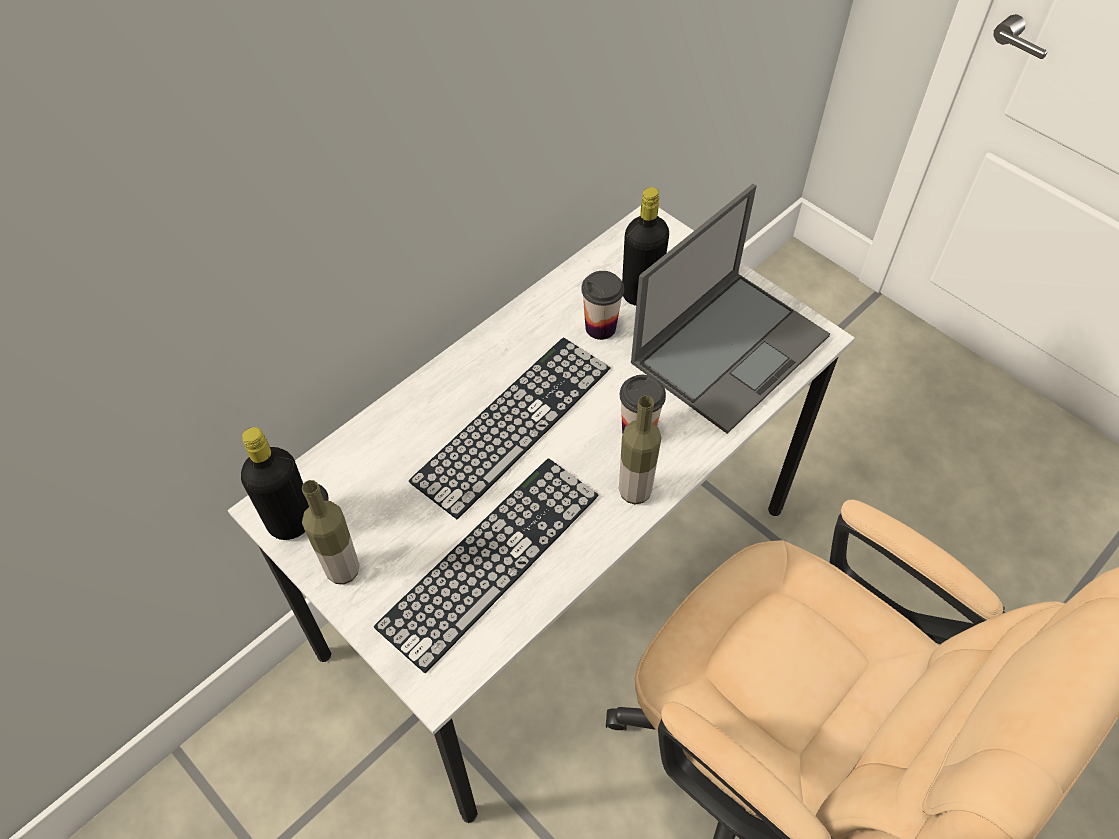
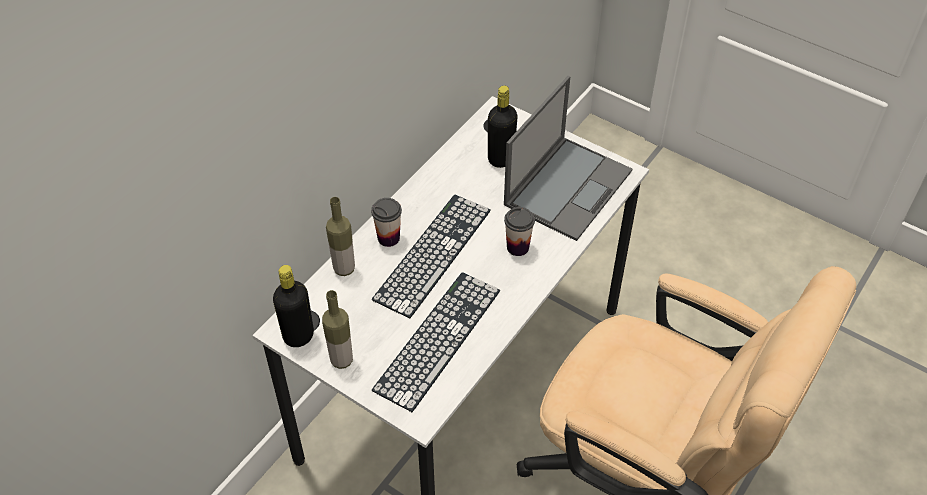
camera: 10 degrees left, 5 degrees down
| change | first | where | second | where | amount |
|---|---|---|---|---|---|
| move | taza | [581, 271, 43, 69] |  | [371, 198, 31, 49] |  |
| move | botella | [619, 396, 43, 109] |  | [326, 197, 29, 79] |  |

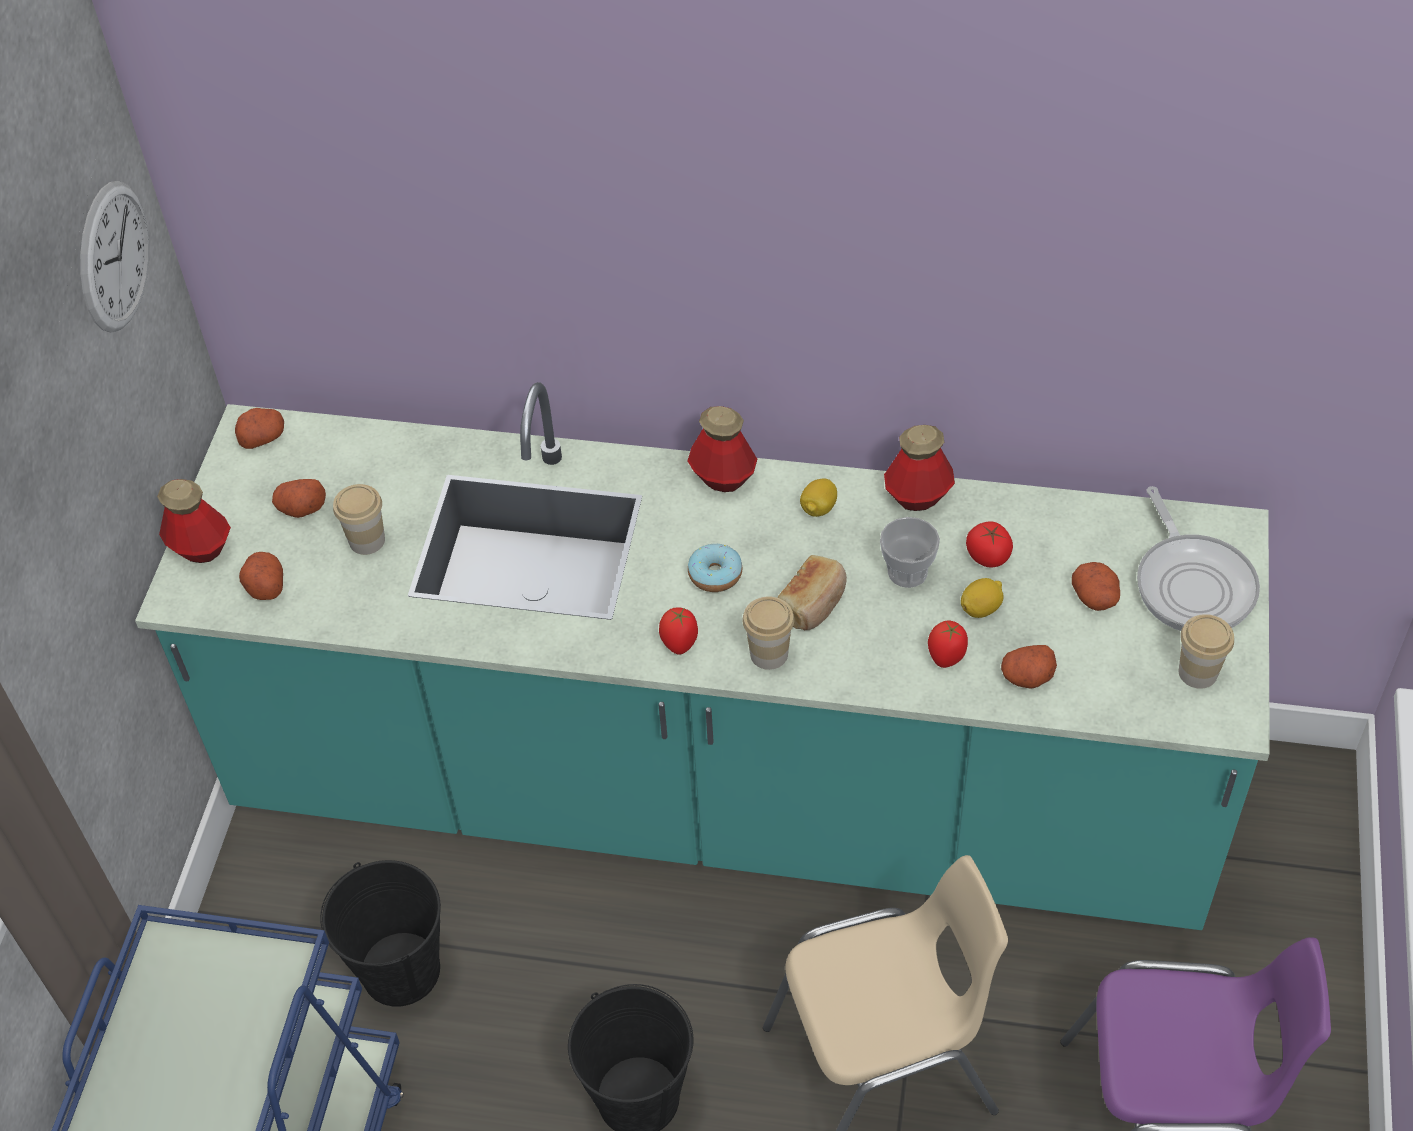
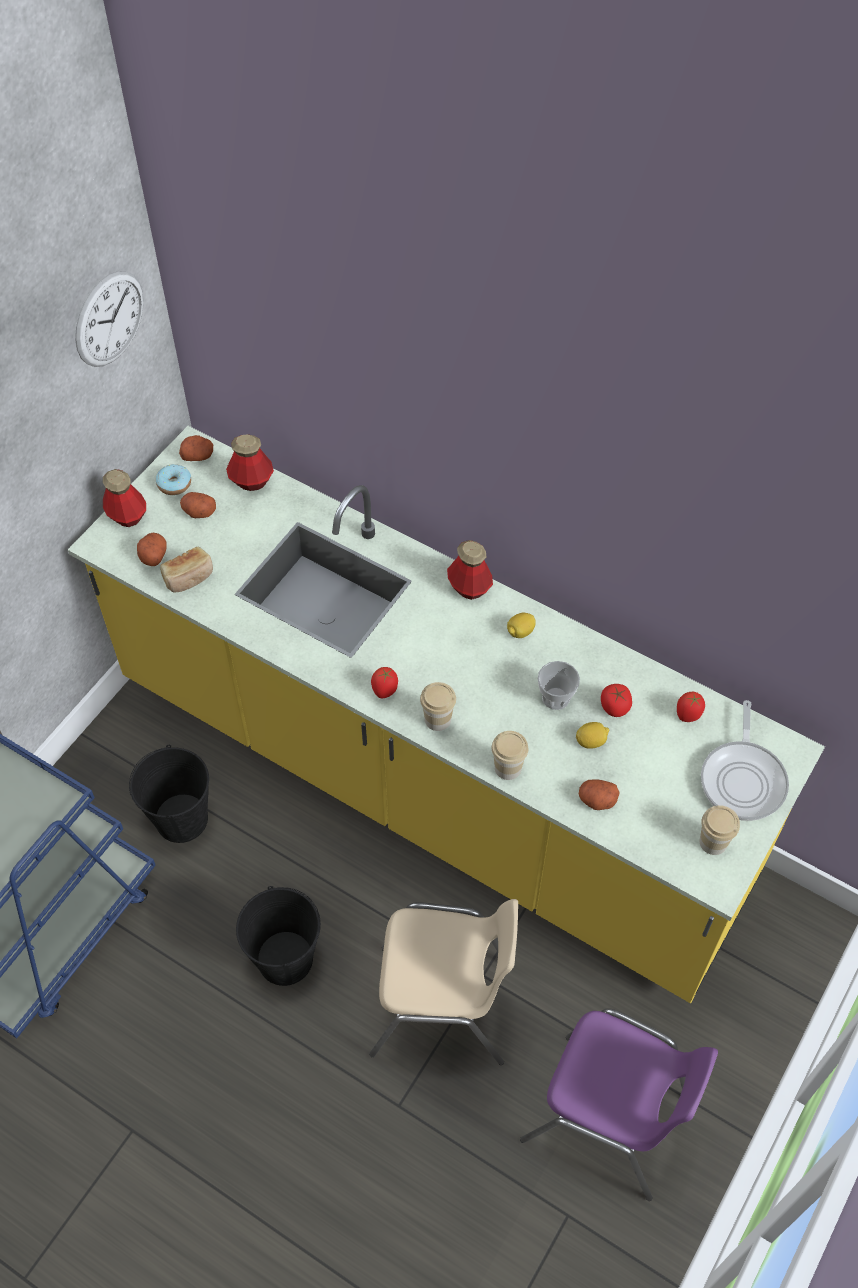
camera: 20 degrees right, 5 degrees up
| change | first | where | second | where | amount |
|---|---|---|---|---|---|
| recolor | mueble bajo de cocina (turquesa) | [135, 382, 1135, 548] | mueble bajo de cocina (amarillo) | [68, 426, 757, 577] |  |
| move | taza | [333, 484, 52, 71] |  | [492, 731, 36, 49] |  |
| move | rosquilla | [688, 544, 54, 48] |  | [156, 464, 35, 31] |  |
| move | pan | [777, 555, 70, 75] |  | [160, 547, 53, 45] |  |
| move | botella | [884, 425, 71, 86] |  | [226, 434, 48, 57] |  |
| move | tomate | [928, 621, 40, 47] |  | [677, 692, 28, 30] |  |
| delete | patata | [1072, 562, 48, 49] |  |  |  |

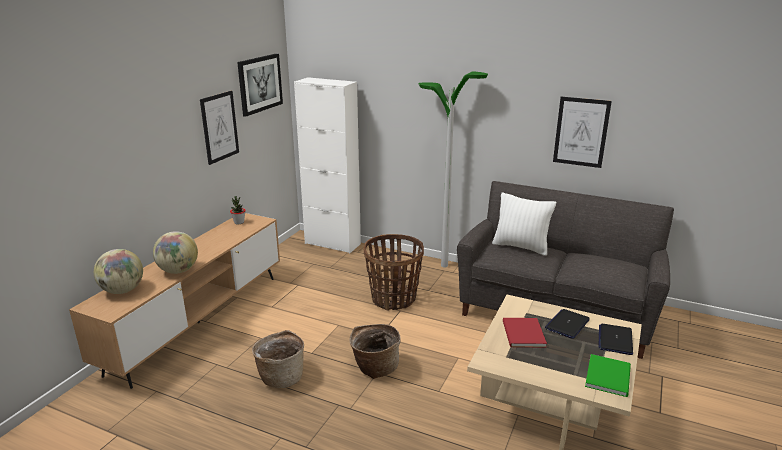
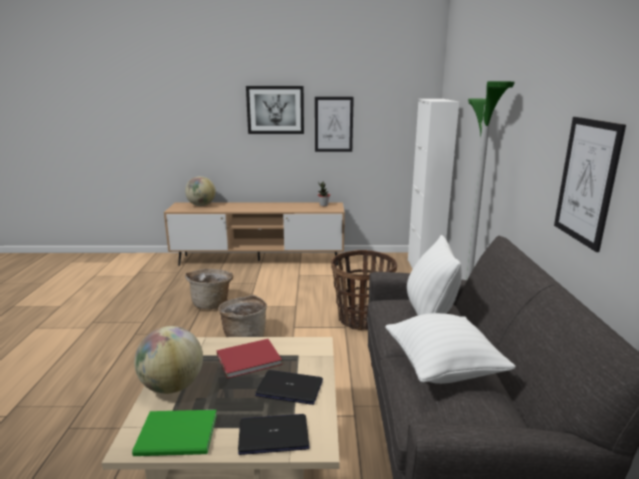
camera: 65 degrees right, 5 degrees down
| change | first | where | second | where | amount |
|---|---|---|---|---|---|
| move | globo terráqueo | [153, 231, 45, 43] |  | [134, 326, 69, 68] |  |
| move | cuadro | [237, 53, 46, 64] |  | [246, 86, 58, 48] |  |
| insert |  |  | cojín (blanco) | [385, 313, 131, 71] |  |

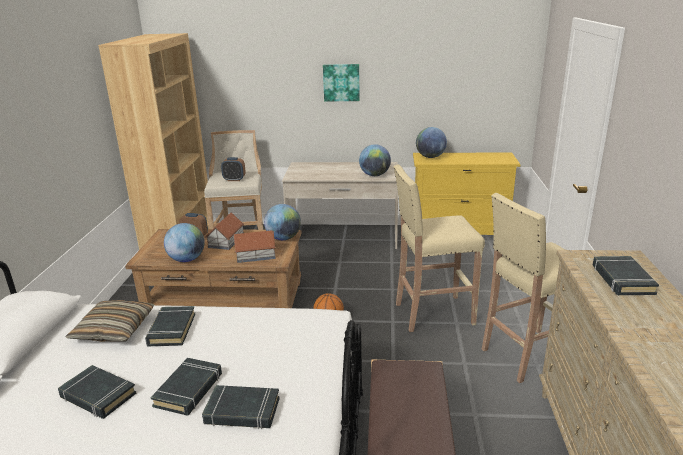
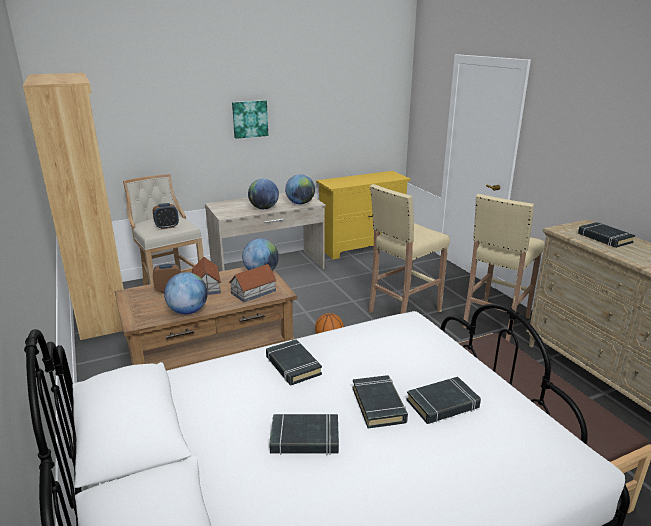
camera: 30 degrees left, 0 degrees up
| change | first | where | second | where | amount |
|---|---|---|---|---|---|
| delete | cojín | [66, 300, 88, 42] |  |  |  |
| move | globo terráqueo | [416, 127, 31, 31] |  | [248, 179, 31, 30] |  |

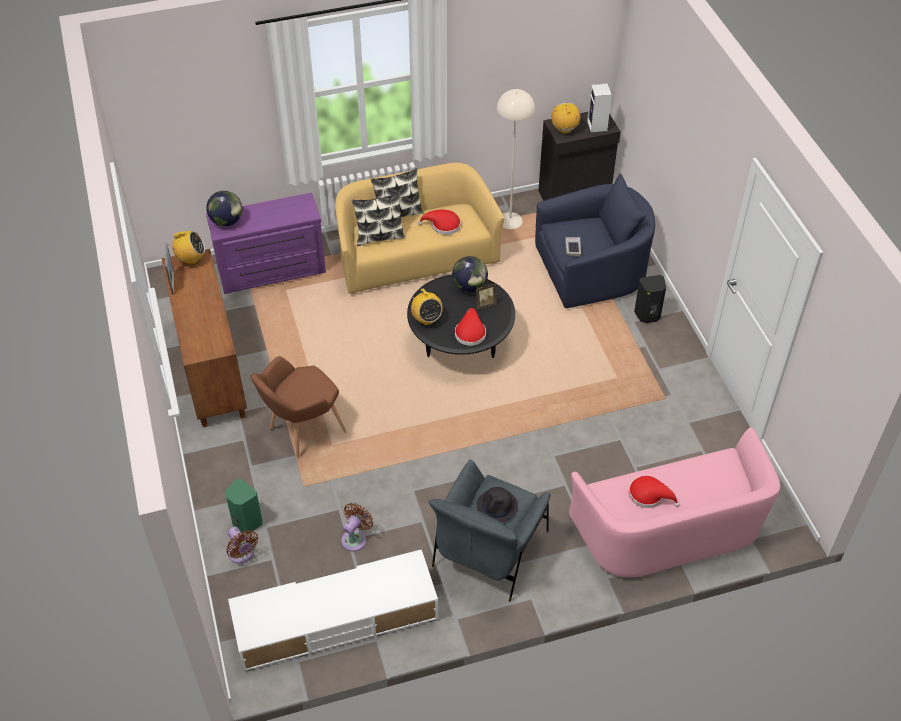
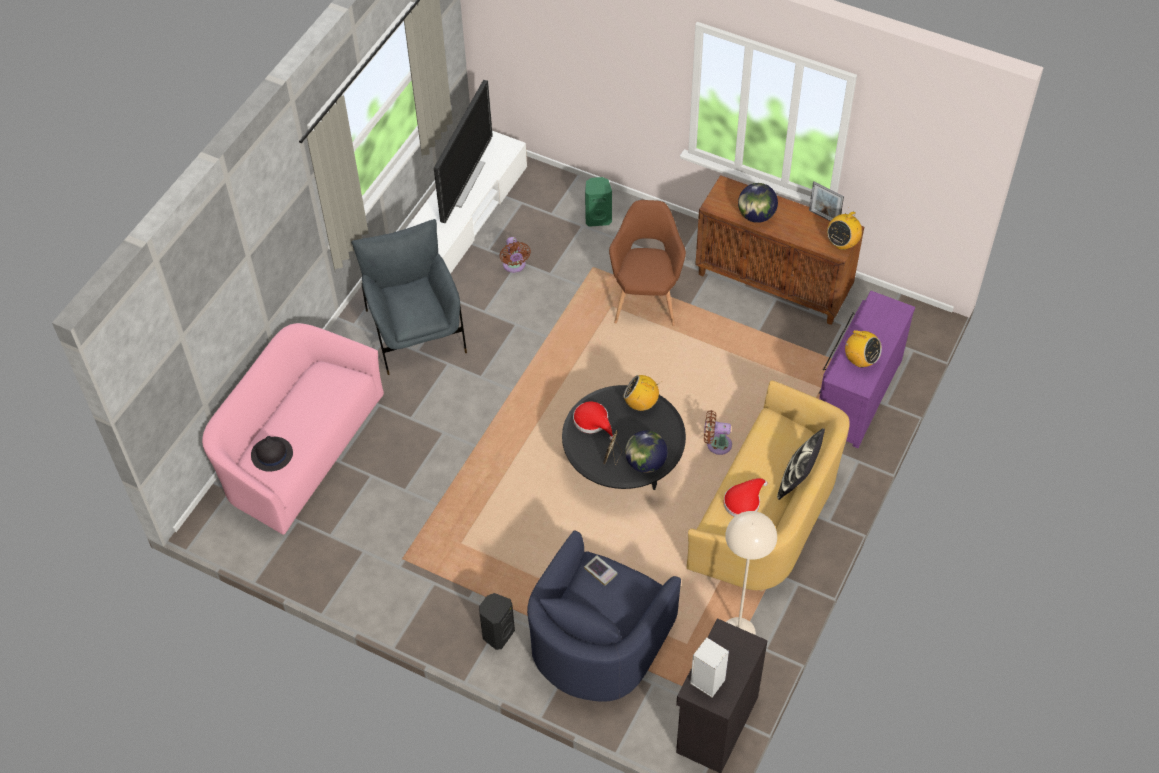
camera: 135 degrees right, 5 degrees up
| change | first | where | second | where | amount |
|---|---|---|---|---|---|
| move | globo terráqueo | [206, 191, 36, 35] |  | [738, 183, 40, 40] |  |
| move | ventilador (marrón) | [226, 527, 32, 37] |  | [704, 410, 28, 45] |  |
| delete | cojín | [352, 192, 54, 54] |  |  |  |
| move | sombrero (negro) | [476, 487, 42, 36] |  | [251, 436, 42, 36] |  |
| move | radio | [551, 103, 30, 31] |  | [844, 330, 38, 37] |  |
| delete | sombrero (rojo) | [629, 476, 50, 32] |  |  |  |
| insert |  |  | televisor | [434, 80, 59, 143] |  |

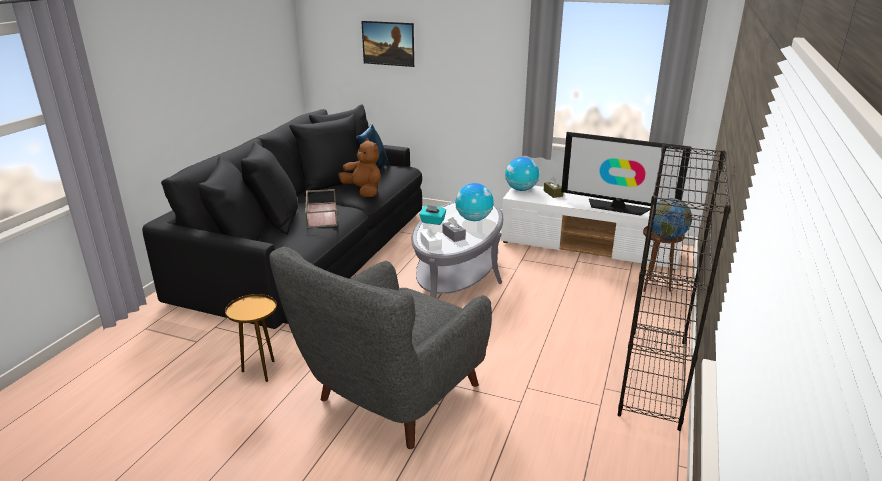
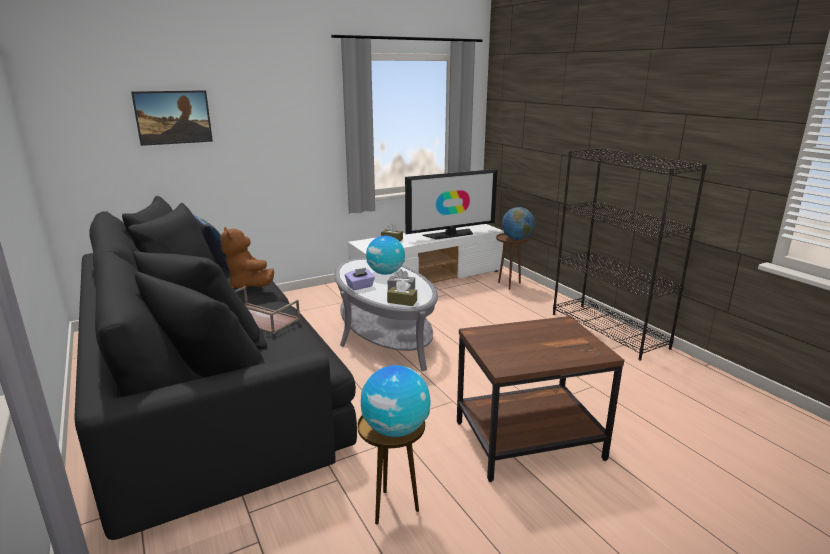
camera: 50 degrees left, 5 degrees down
| change | first | where | second | where | amount |
|---|---|---|---|---|---|
| replace | sillón (gris) | [269, 247, 223, 202] | mesa auxiliar (marrón) | [457, 316, 167, 166] |  |
| rotate | peluche (marrón) | [338, 138, 43, 59] |  | [220, 227, 54, 62] | 120 degrees counterclockwise |
| recolor | caja de pañuelos (turquesa) | [419, 205, 27, 20] | caja de pañuelos (morado) | [345, 268, 30, 22] |  |
| recolor | caja de pañuelos (blanco) | [421, 225, 21, 26] | caja de pañuelos (marrón) | [387, 280, 30, 26] |  |
| move | globo terráqueo | [505, 157, 34, 34] |  | [361, 365, 70, 72] |  |

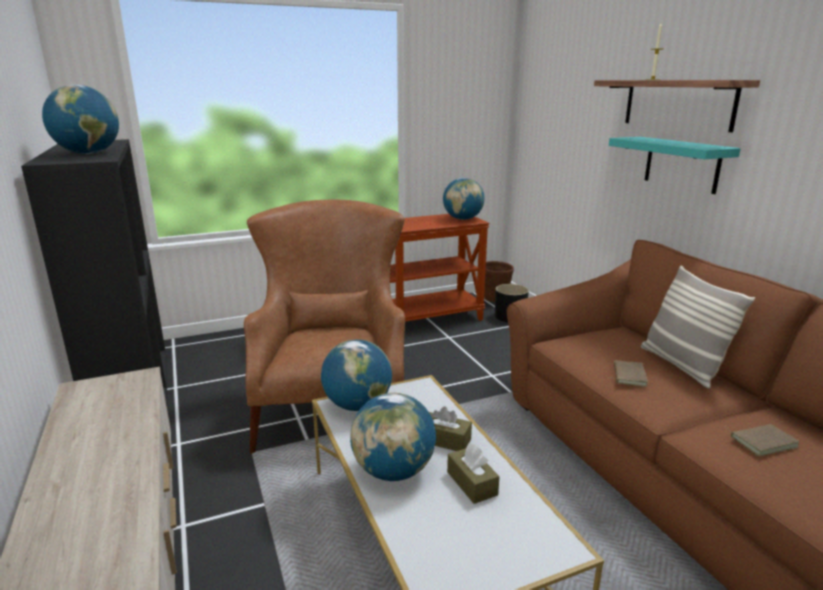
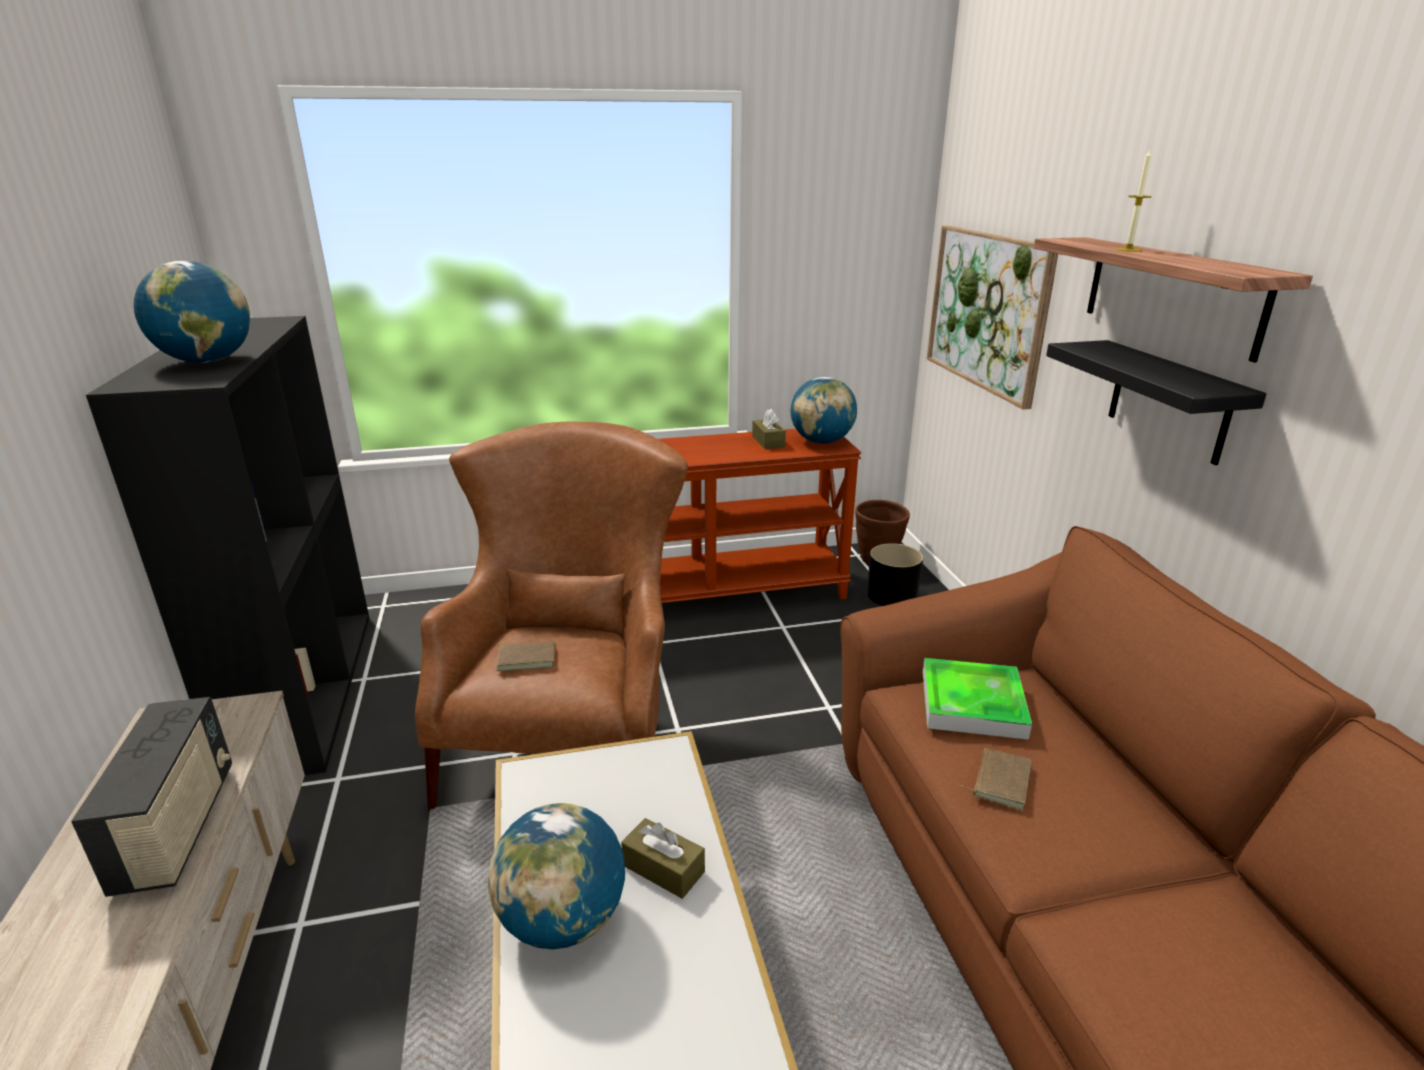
camera: 10 degrees right, 5 degrees up
| change | first | where | second | where | amount |
|---|---|---|---|---|---|
| delete | globo terráqueo | [321, 339, 71, 72] |  |  |  |
| move | caja de pañuelos (marrón) | [447, 443, 53, 61] |  | [752, 409, 34, 40] |  |
| recolor | estante (turquesa) | [609, 137, 132, 57] | estante (negro) | [1046, 340, 221, 125] |  |
| delete | cojín | [641, 265, 114, 124] |  |  |  |
| move | libro (marrón) | [723, 424, 77, 32] |  | [496, 639, 59, 32] |  |
| insert |  |  | radio | [71, 697, 161, 200] |  |
| insert |  |  | bandeja | [922, 658, 110, 82] |  |
| insert |  |  | cuadro | [927, 226, 131, 184] |  |

